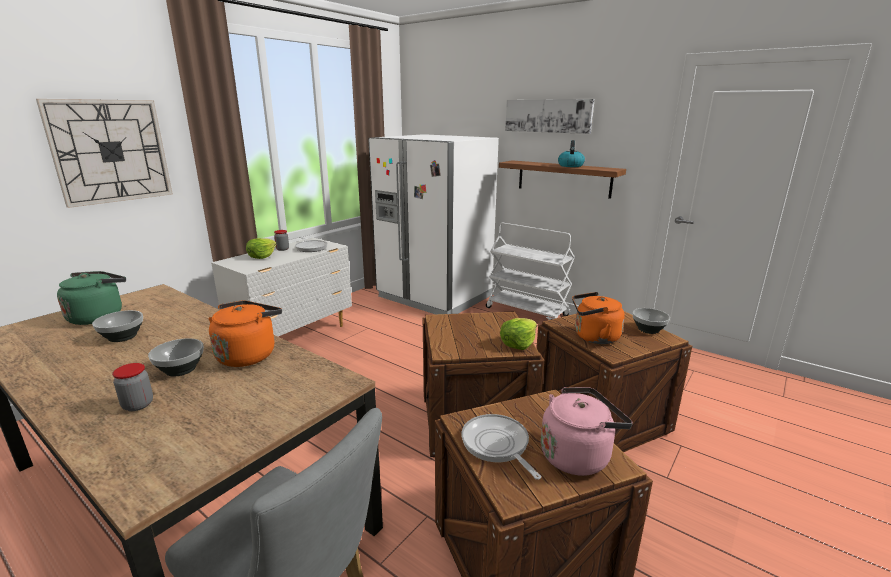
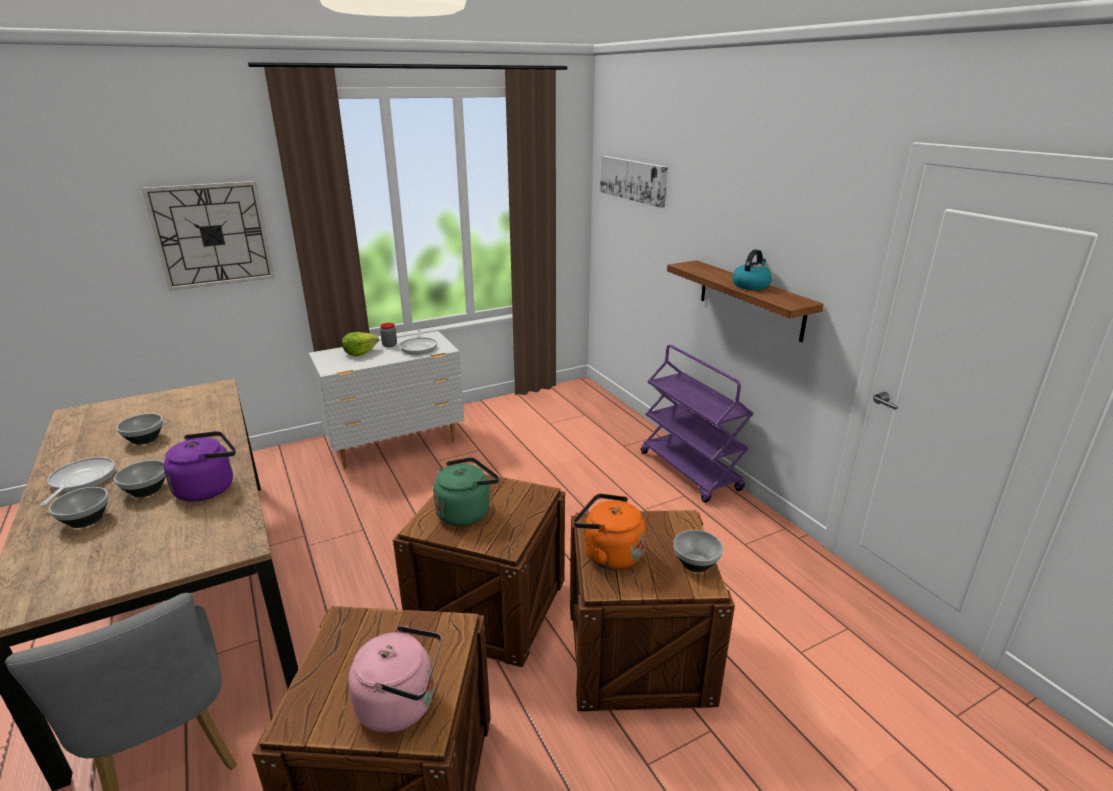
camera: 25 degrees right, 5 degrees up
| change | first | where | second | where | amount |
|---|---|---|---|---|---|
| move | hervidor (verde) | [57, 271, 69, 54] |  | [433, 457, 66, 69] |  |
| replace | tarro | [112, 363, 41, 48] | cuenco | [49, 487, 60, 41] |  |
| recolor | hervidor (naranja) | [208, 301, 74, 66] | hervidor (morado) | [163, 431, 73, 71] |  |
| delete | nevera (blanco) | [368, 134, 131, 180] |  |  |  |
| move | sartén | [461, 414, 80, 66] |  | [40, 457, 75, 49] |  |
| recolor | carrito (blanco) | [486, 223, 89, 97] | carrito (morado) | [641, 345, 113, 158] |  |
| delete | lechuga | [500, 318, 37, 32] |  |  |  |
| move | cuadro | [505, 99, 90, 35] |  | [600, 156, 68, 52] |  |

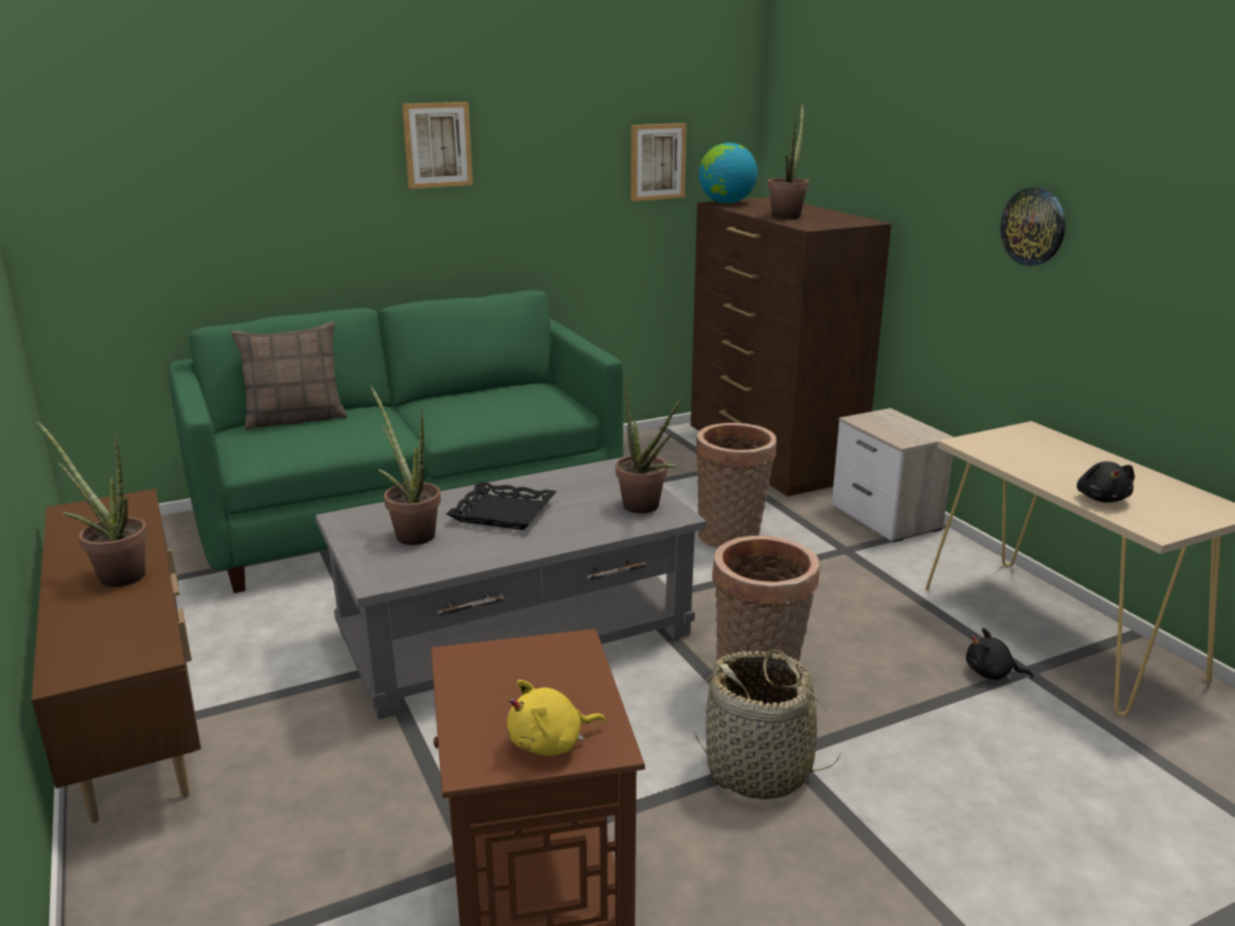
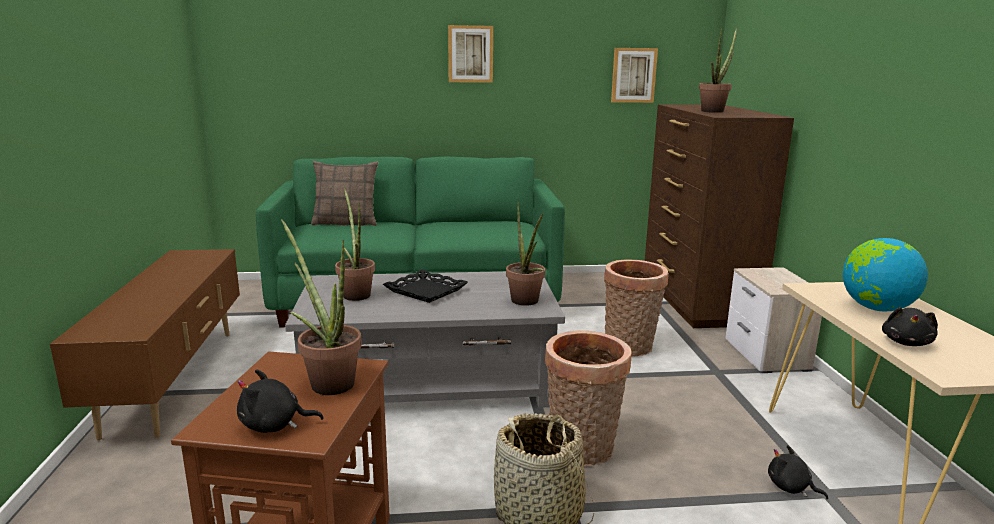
camera: 20 degrees right, 5 degrees down
| change | first | where | second | where | amount |
|---|---|---|---|---|---|
| move | planta en maceta | [36, 420, 112, 167] |  | [281, 219, 81, 176] |  |
| recolor | peluche (amarillo) | [507, 680, 99, 76] | peluche (negro) | [237, 369, 87, 64] |  |
| move | globo terráqueo | [699, 143, 59, 61] |  | [843, 238, 85, 74] |  |
| delete | reloj de pared | [1000, 187, 65, 79] |  |  |  |

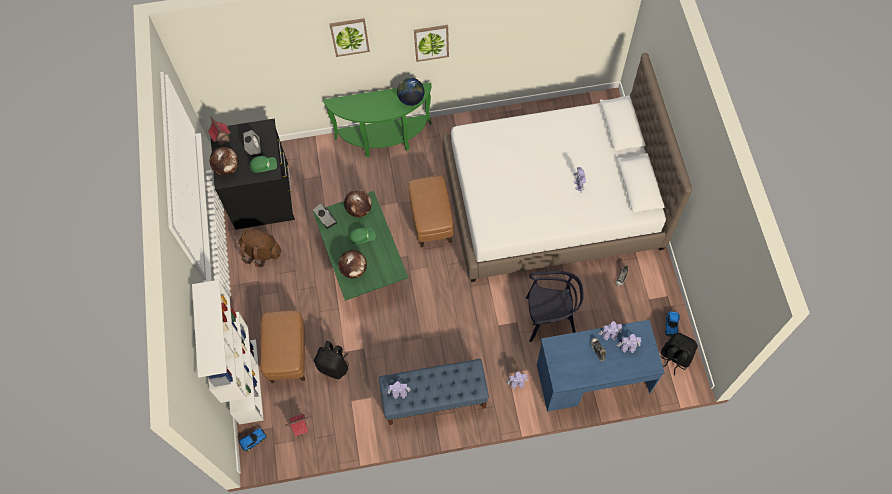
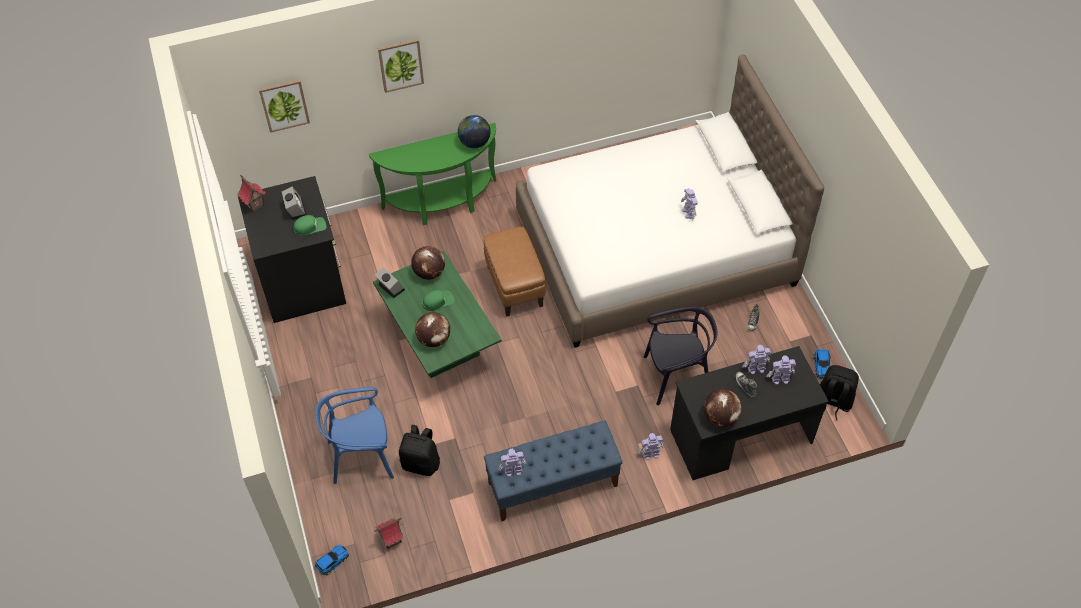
camera: 10 degrees left, 10 degrees down
| change | first | where | second | where | amount |
|---|---|---|---|---|---|
| delete | estantería (blanco) | [192, 280, 72, 144] |  |  |  |
| move | globo terráqueo | [210, 147, 29, 28] |  | [704, 389, 38, 38] |  |
| delete | mochila (marrón) | [239, 228, 42, 39] |  |  |  |
| replace | puf (marrón) | [260, 310, 45, 73] | silla (azul) | [315, 387, 79, 97] |  |
| move | cuadro | [414, 25, 35, 37] |  | [259, 79, 51, 54] |  |
| recolor | escritorio (azul) | [537, 320, 128, 92] | escritorio (negro) | [670, 346, 159, 134] |  |

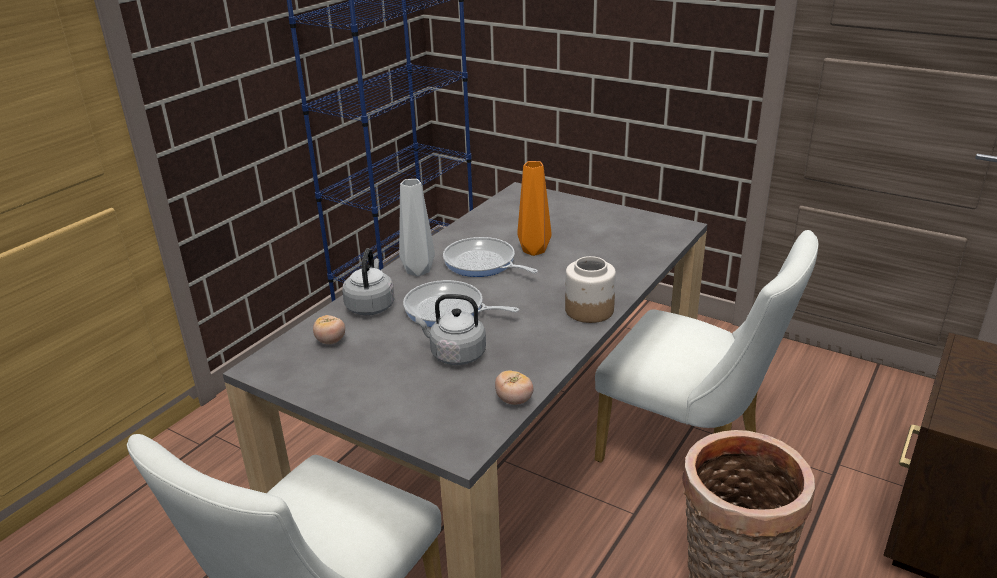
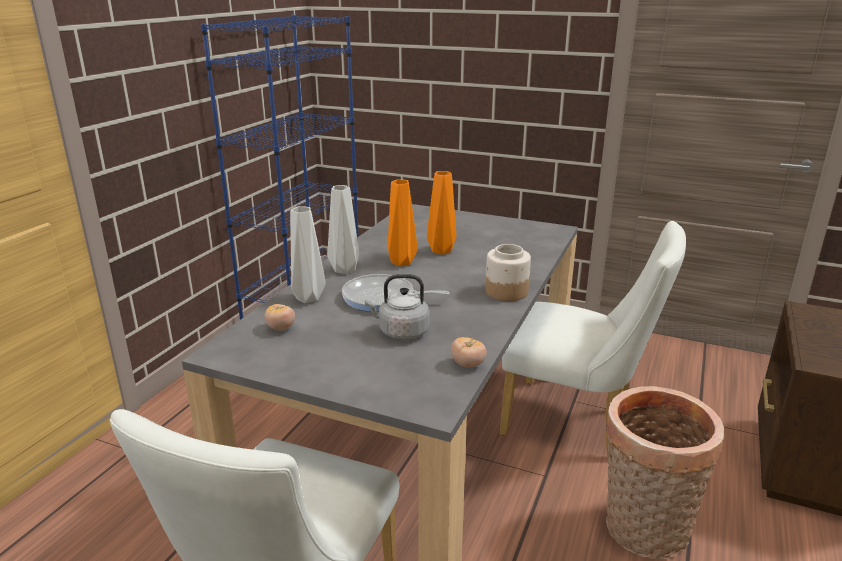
camera: 10 degrees left, 5 degrees down
| change | first | where | second | where | amount |
|---|---|---|---|---|---|
| replace | hervidor (gris) | [342, 248, 52, 67] | florero (gris) | [290, 206, 36, 97] |  |
| replace | sartén | [443, 237, 95, 40] | florero (naranja) | [388, 179, 30, 87] |  |

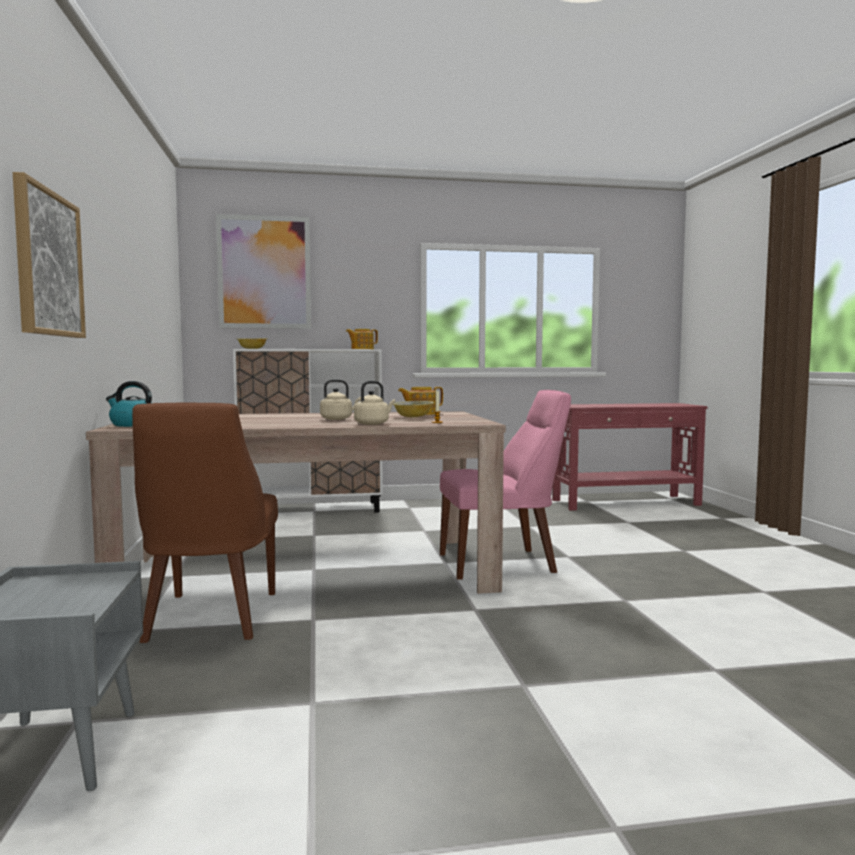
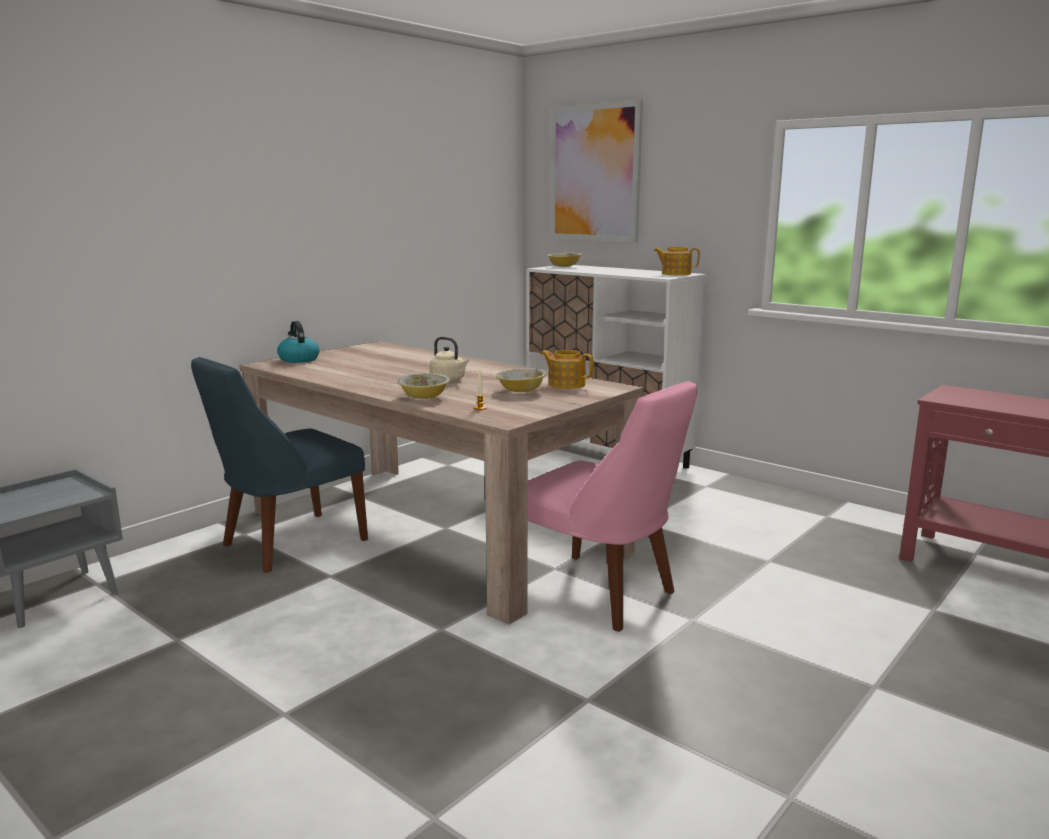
camera: 50 degrees right, 10 degrees up
| change | first | where | second | where | amount |
|---|---|---|---|---|---|
| delete | cuadro | [13, 172, 73, 166] |  |  |  |
| recolor | silla (marrón) | [132, 403, 146, 240] | silla (azul) | [191, 357, 177, 216] |  |
| replace | hervidor (beis) | [354, 381, 41, 44] | cuenco | [397, 373, 53, 26] |  |

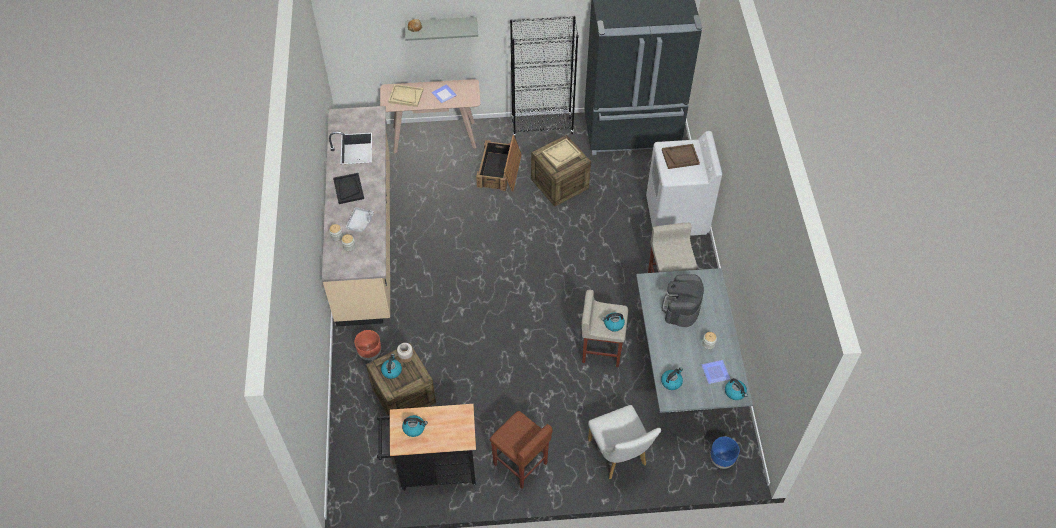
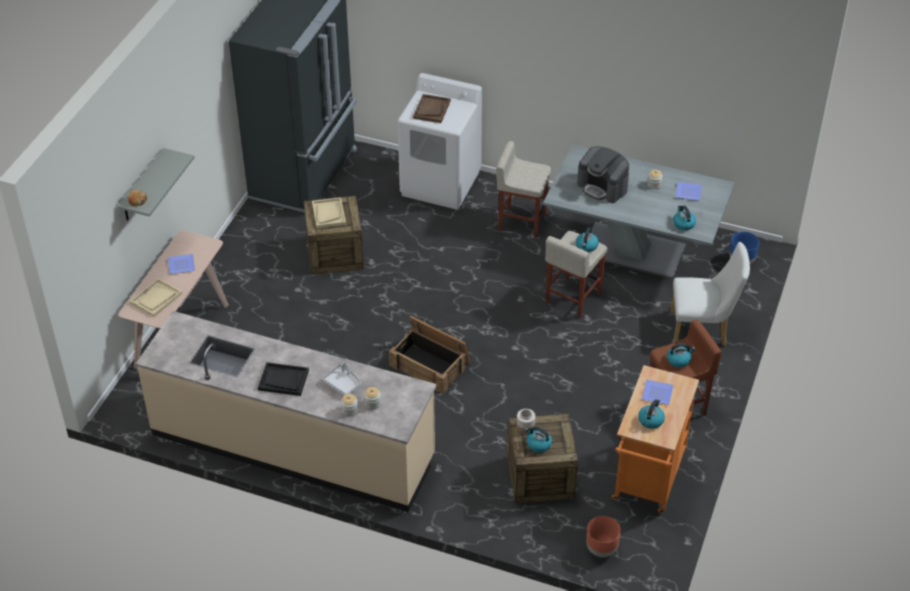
camera: 65 degrees left, 10 degrees down
| change | first | where | second | where | amount |
|---|---|---|---|---|---|
| move | maceta (marrón) | [354, 330, 27, 30] |  | [586, 516, 35, 41] |  |
| recolor | carrito (negro) | [377, 404, 99, 87] | carrito (naranja) | [612, 365, 87, 149] |  |
| move | caja de embalaje | [476, 135, 46, 57] |  | [389, 315, 82, 79] |  |
| delete | estantería (negro) | [510, 16, 68, 121] |  |  |  |
| move | hervidor | [725, 378, 23, 22] |  | [667, 343, 28, 25] |  |
| insert |  |  | plato | [642, 380, 32, 25] |  |

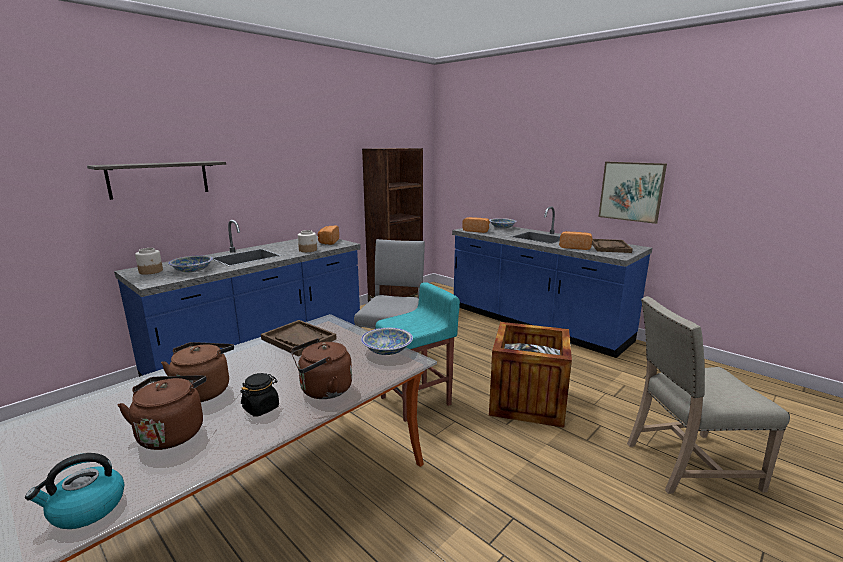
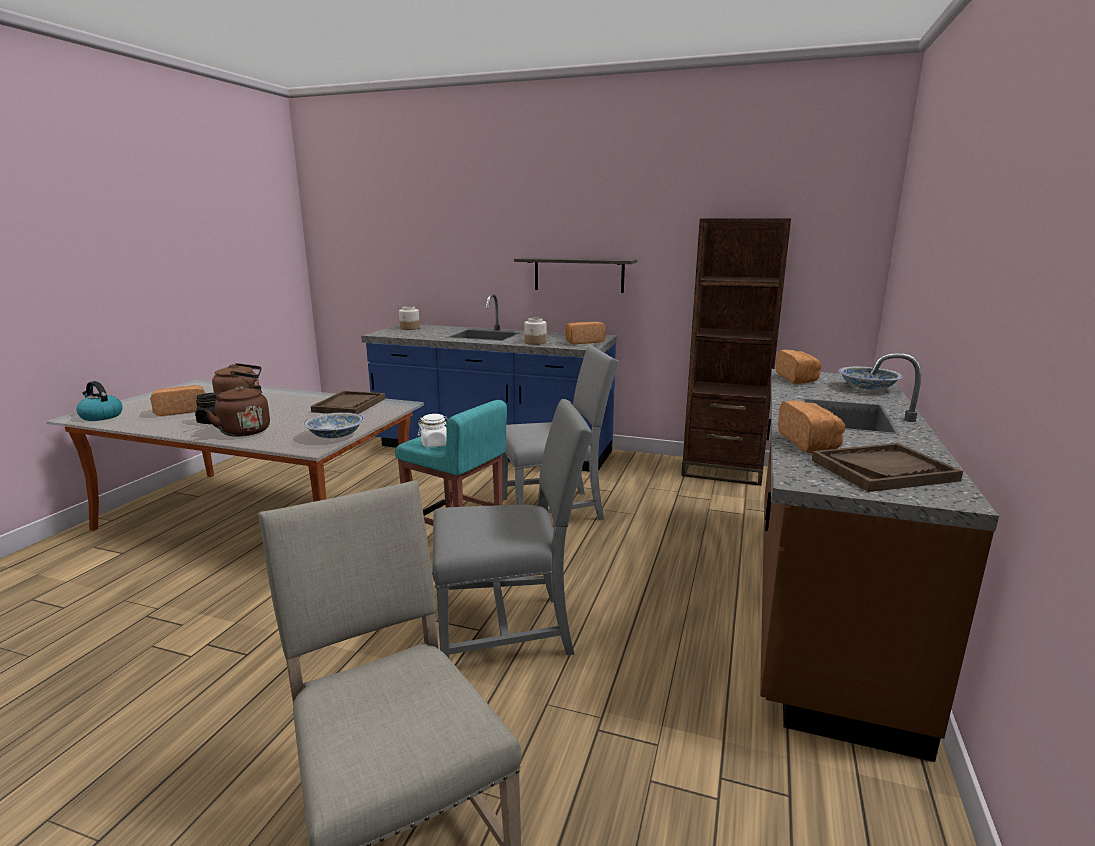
camera: 65 degrees right, 0 degrees up
| change | first | where | second | where | amount |
|---|---|---|---|---|---|
| move | estante | [87, 161, 139, 39] |  | [514, 257, 123, 36] |  |
| replace | hervidor (marrón) | [118, 375, 88, 75] | pan | [150, 385, 55, 31] |  |
| delete | cuenco | [168, 255, 45, 17] |  |  |  |
| recolor | mueble bajo de cocina (azul) | [452, 206, 200, 152] | mueble bajo de cocina (marrón) | [760, 353, 239, 409] |  |
| replace | caja de embalaje | [489, 322, 83, 106] | silla (gris) | [432, 399, 161, 259] |  |
| delete | cuadro | [599, 162, 68, 62] |  |  |  |
| insert |  |  | tarro (blanco) | [418, 414, 30, 33] |  |

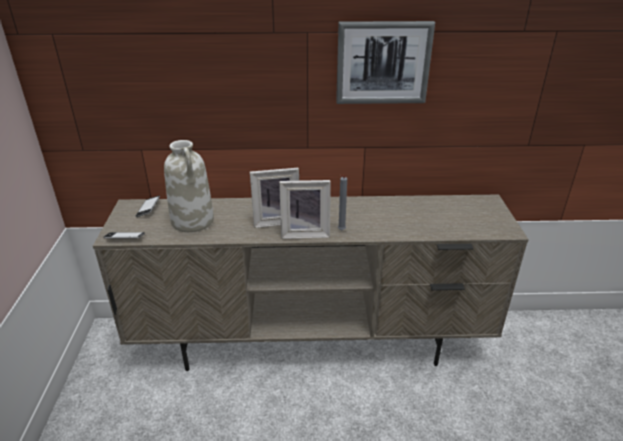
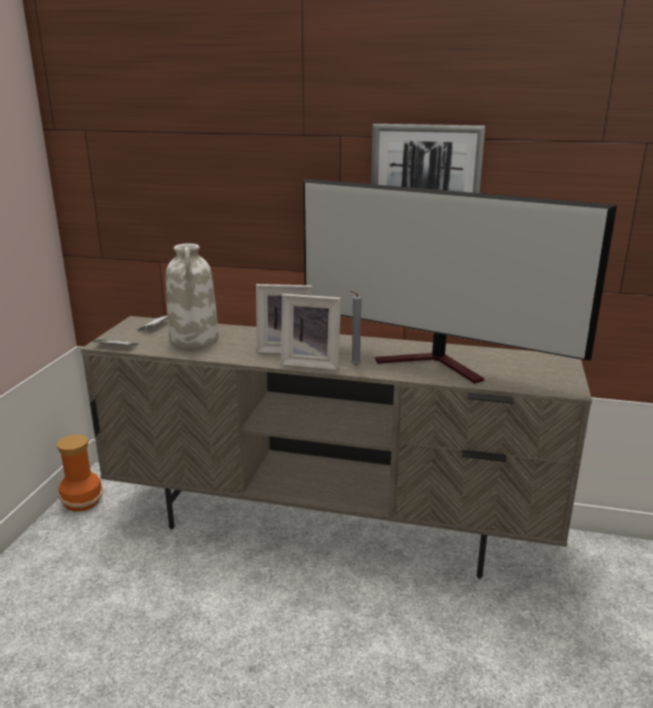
camera: 15 degrees right, 10 degrees down
| change | first | where | second | where | amount |
|---|---|---|---|---|---|
| insert |  |  | florero | [57, 435, 46, 77] |  |
| insert |  |  | televisor | [303, 179, 314, 205] |  |

